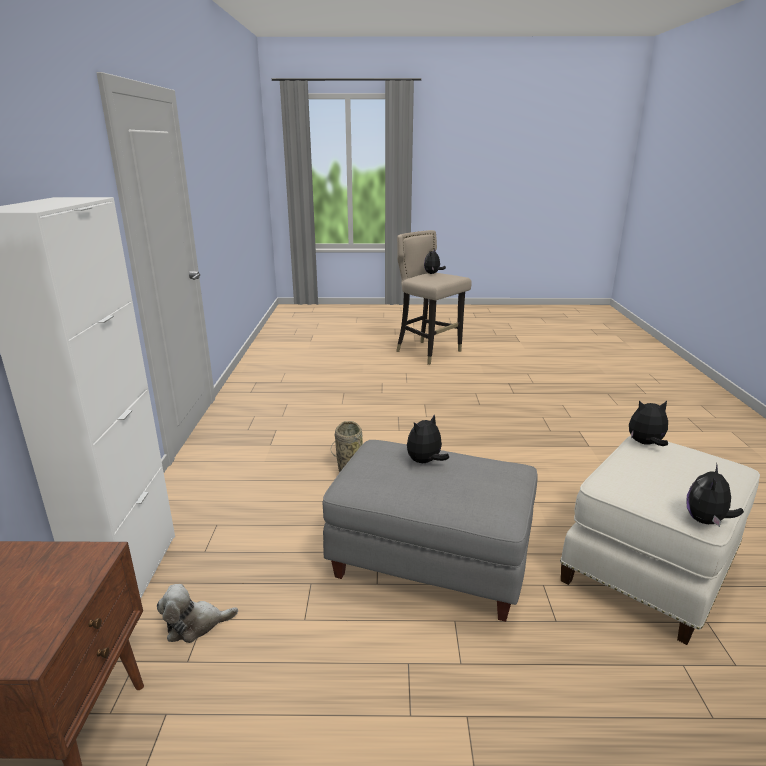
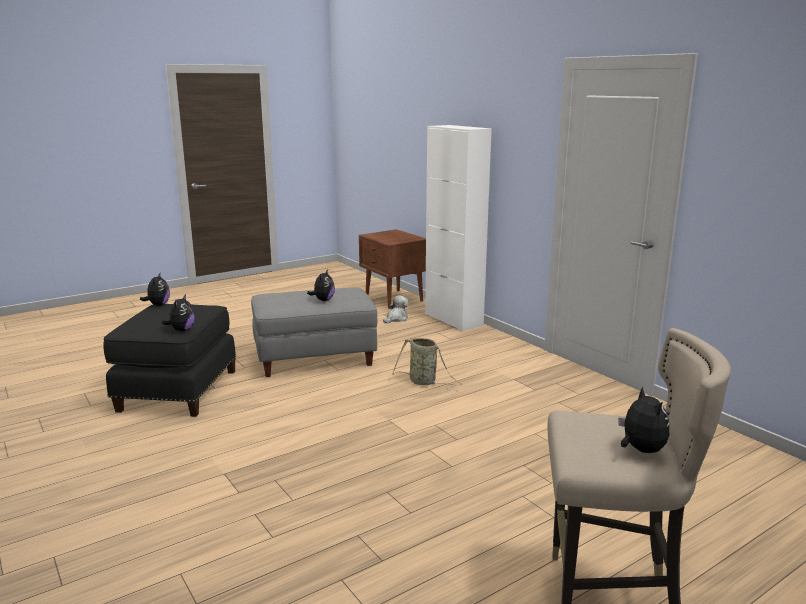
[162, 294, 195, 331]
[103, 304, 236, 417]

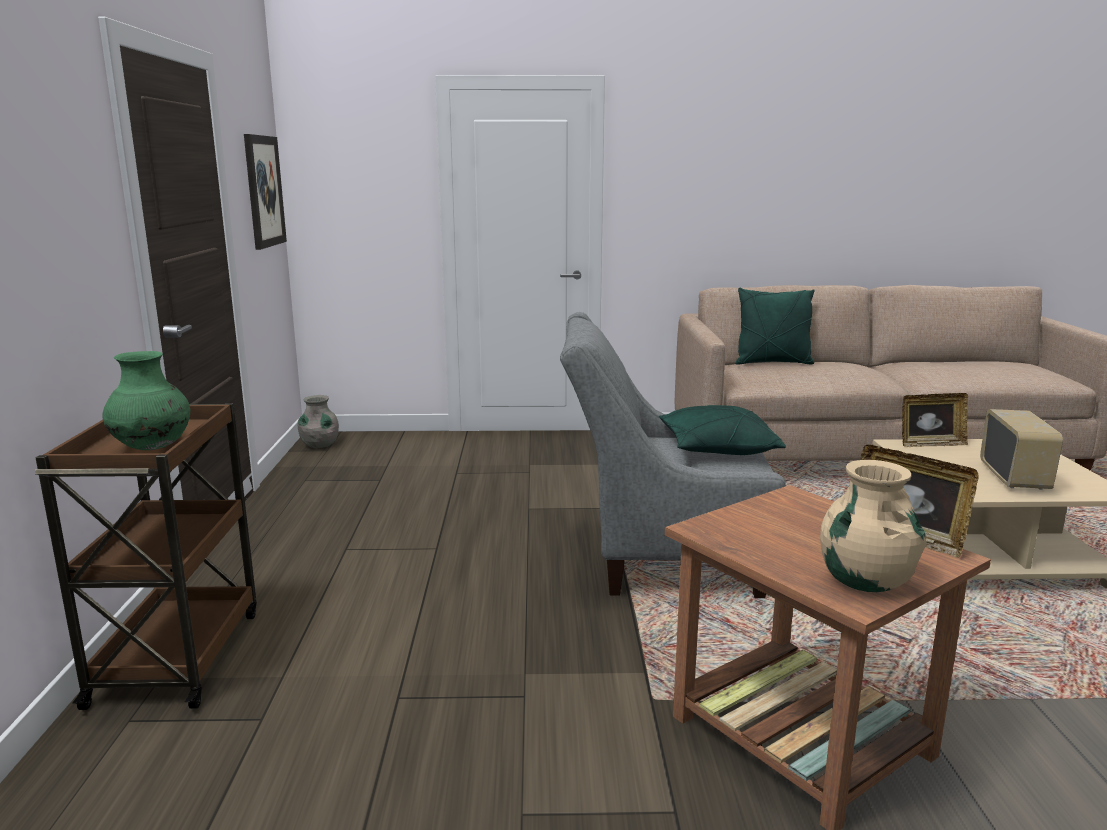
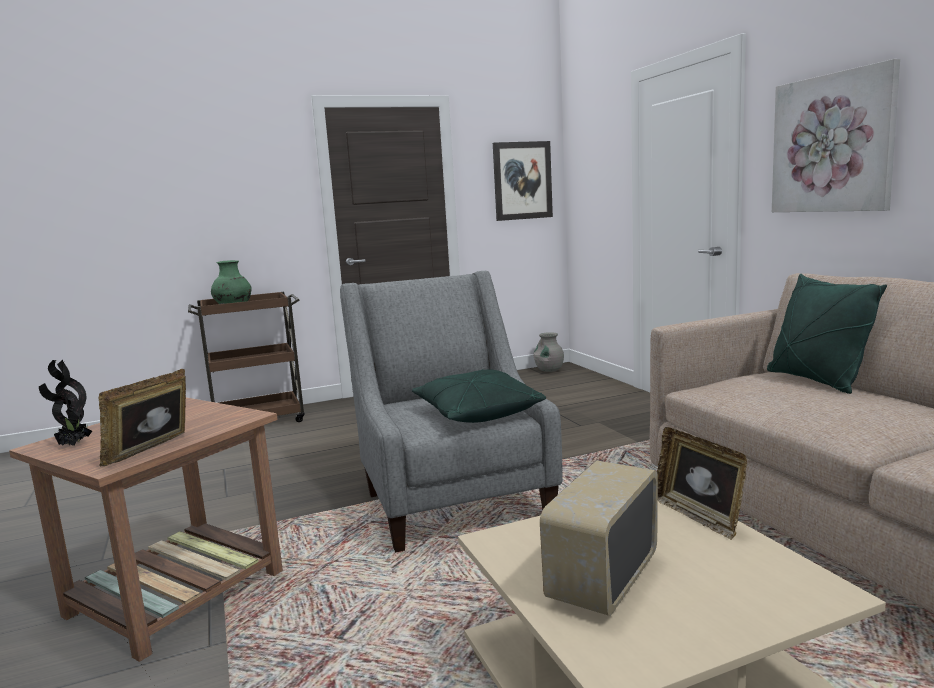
[540, 461, 658, 616]
[39, 360, 93, 446]
[772, 59, 900, 212]

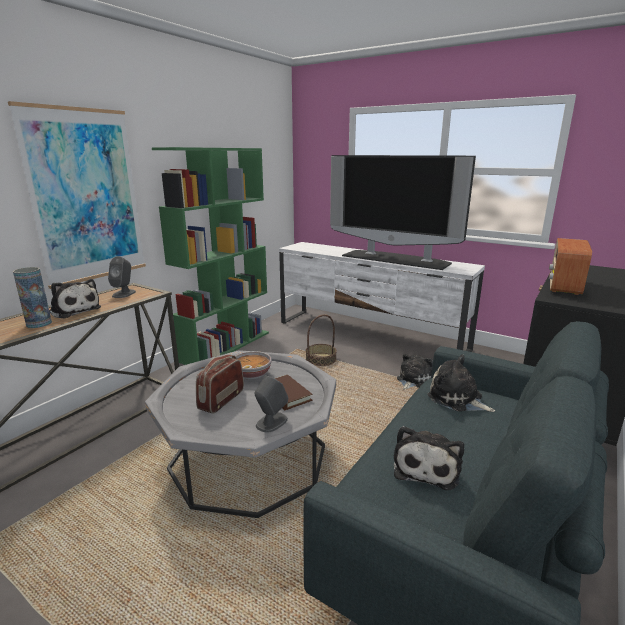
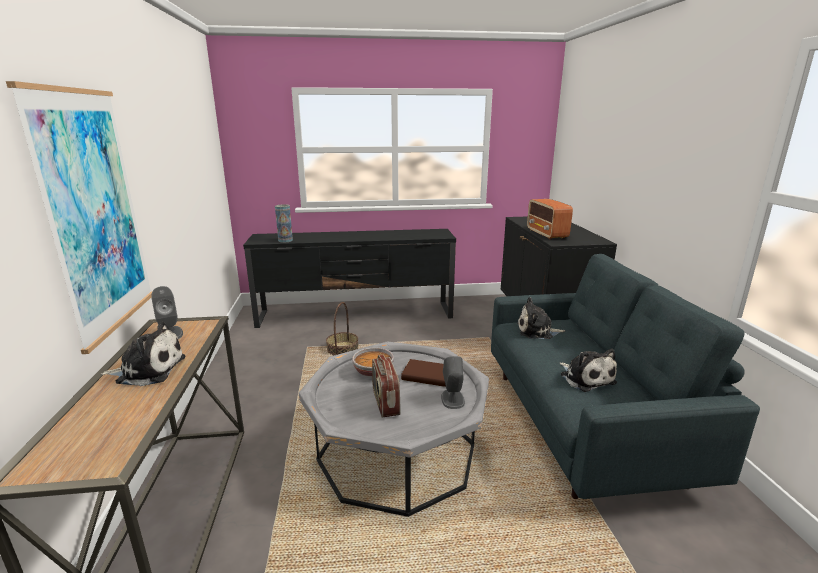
[152, 147, 269, 365] (first image)
[330, 155, 476, 270] (first image)
[243, 229, 456, 328]
[275, 204, 293, 243]
[397, 354, 433, 390] (first image)

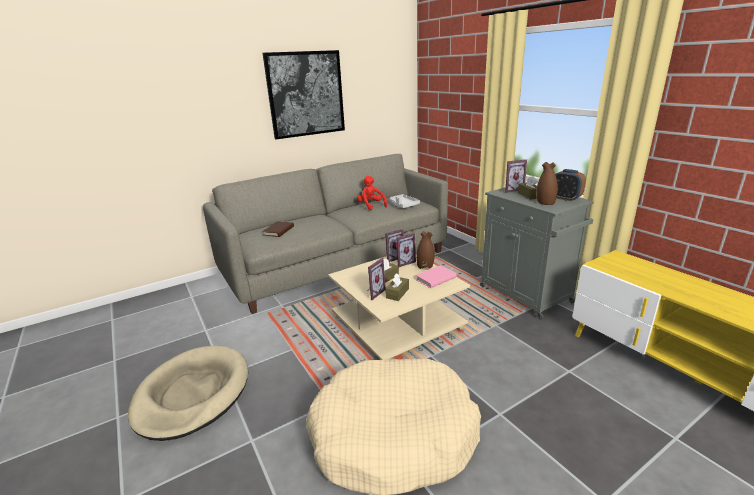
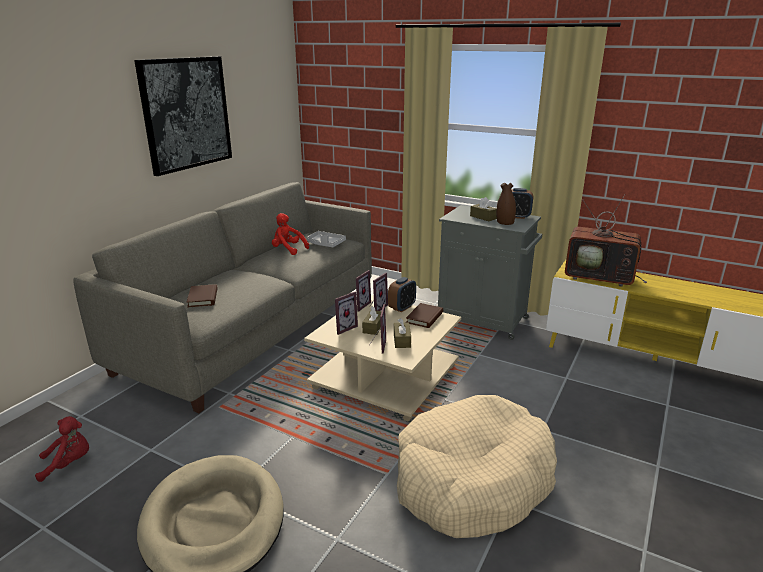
[335, 291, 358, 335]
[388, 277, 416, 312]
[406, 303, 443, 328]
[565, 194, 647, 287]
[35, 416, 89, 482]

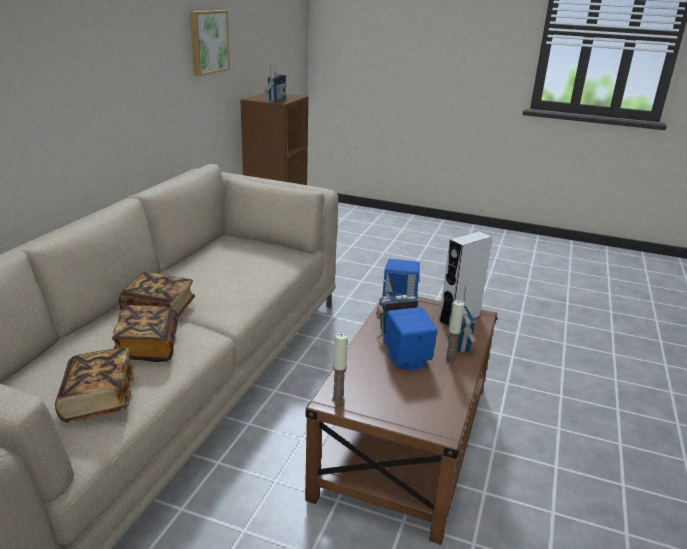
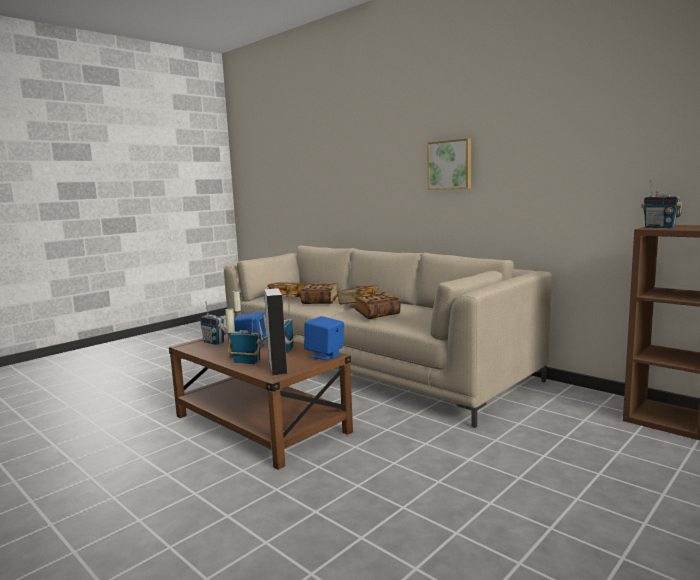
[427, 138, 471, 190]
[354, 292, 401, 319]
[200, 301, 227, 345]

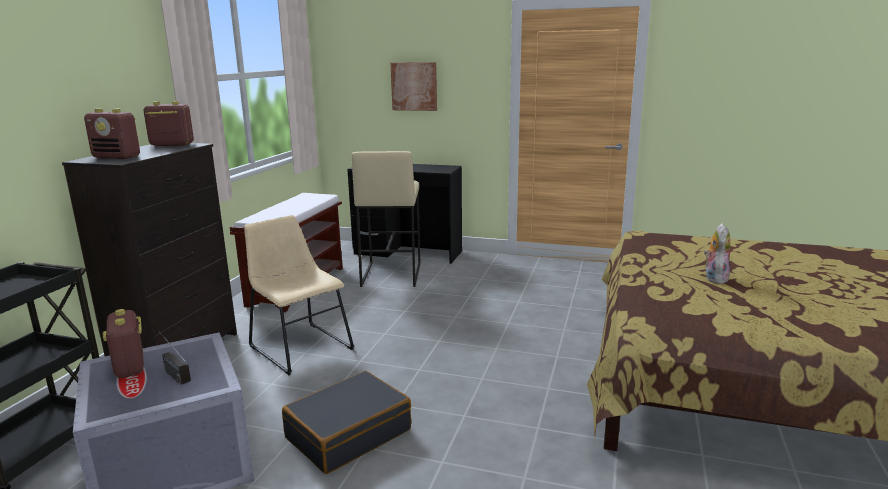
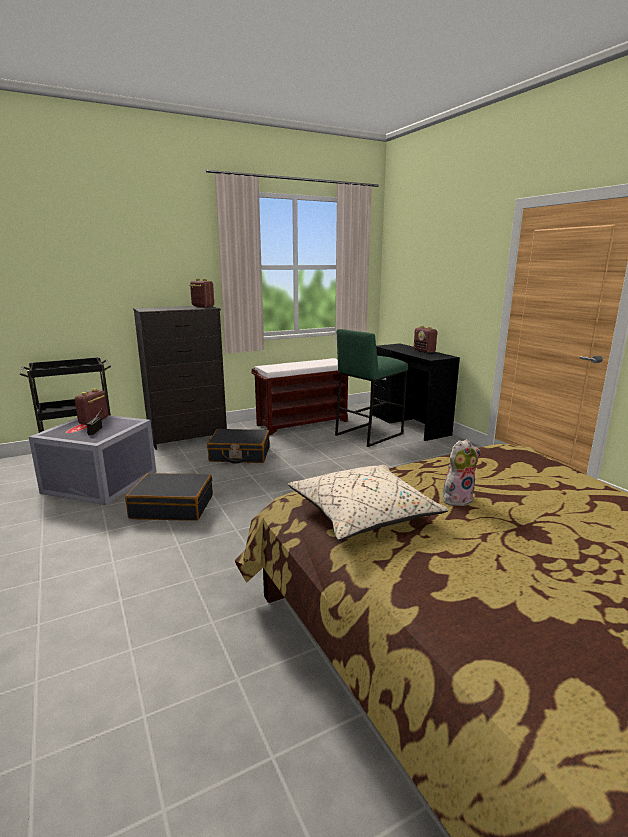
[391, 62, 437, 111] (first image)
[414, 326, 438, 353]
[335, 329, 408, 447]
[207, 429, 270, 464]
[288, 465, 449, 540]

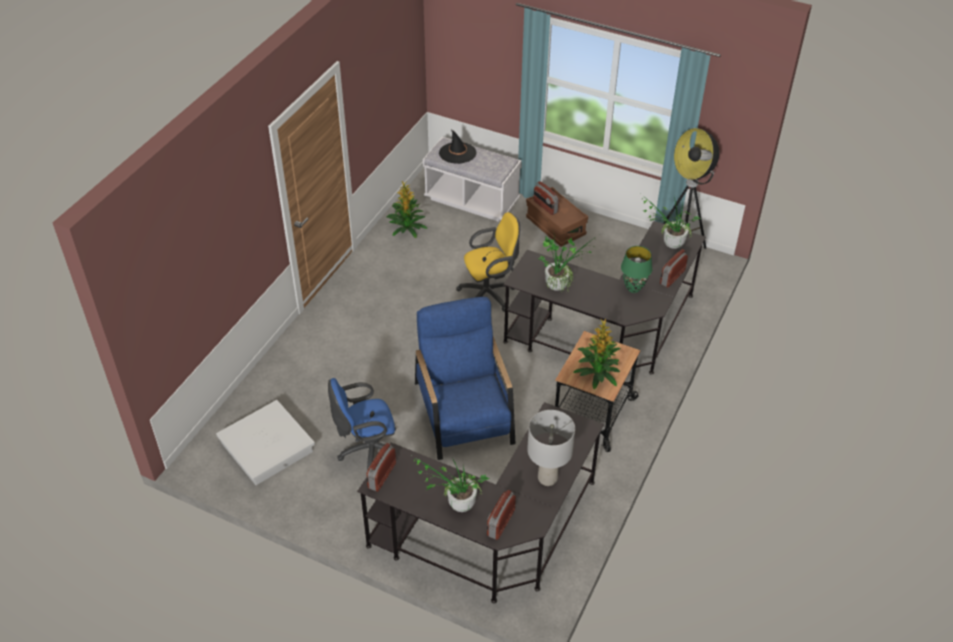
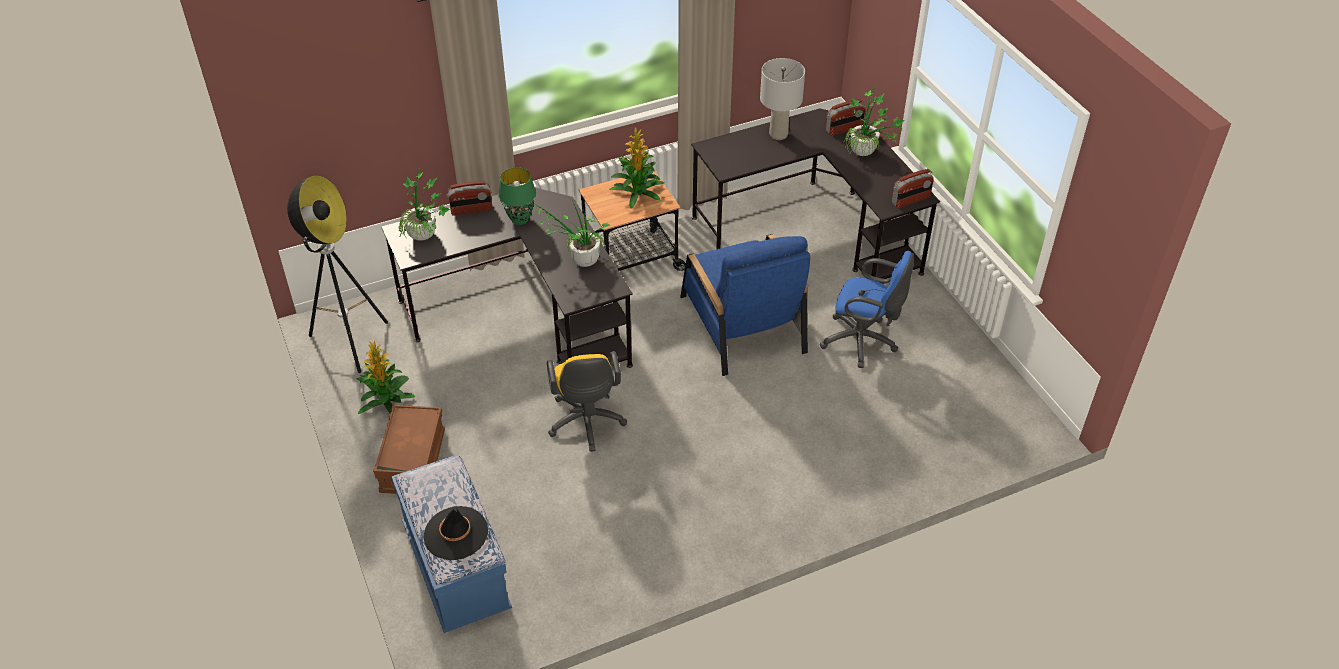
[391, 454, 512, 633]
[357, 341, 416, 414]
[534, 181, 559, 215] (first image)
[547, 351, 627, 452]
[680, 234, 810, 376]
[216, 400, 315, 485] (first image)

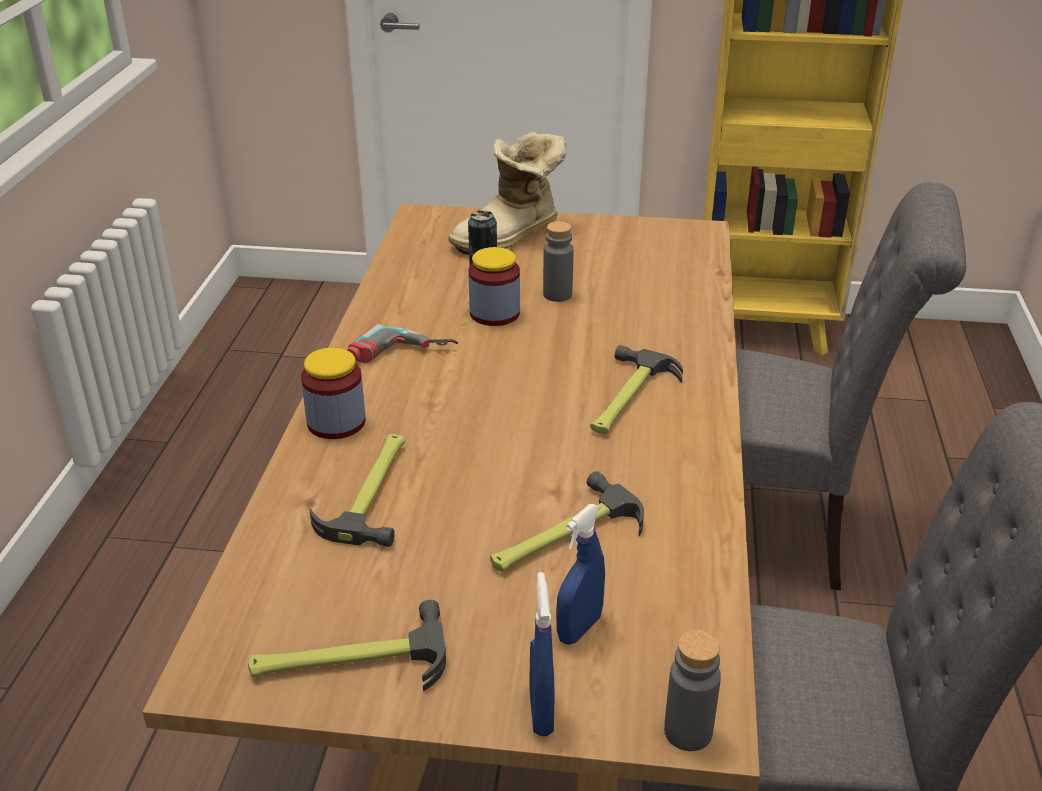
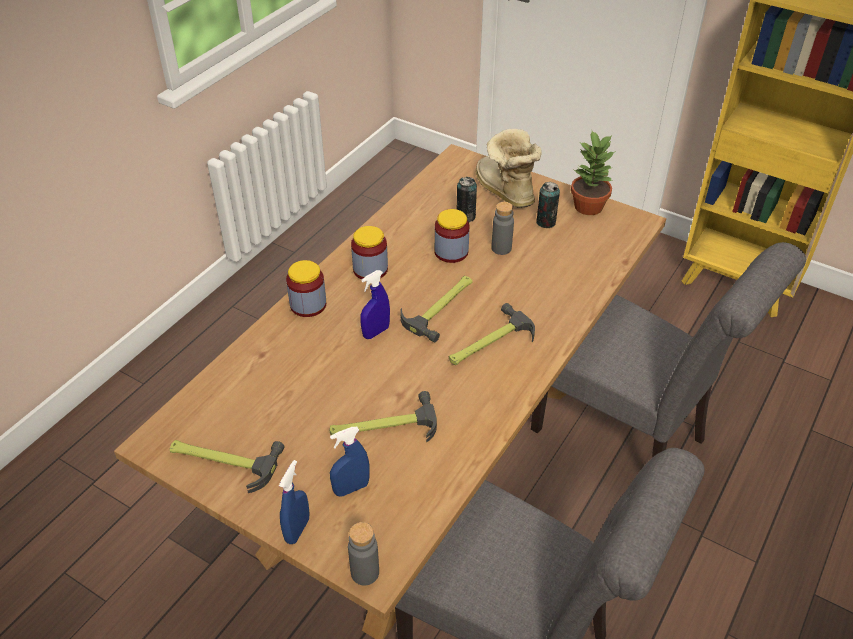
[476, 129, 542, 208]
[351, 226, 388, 279]
[400, 276, 473, 342]
[571, 131, 616, 215]
[536, 182, 560, 228]
[360, 270, 390, 339]

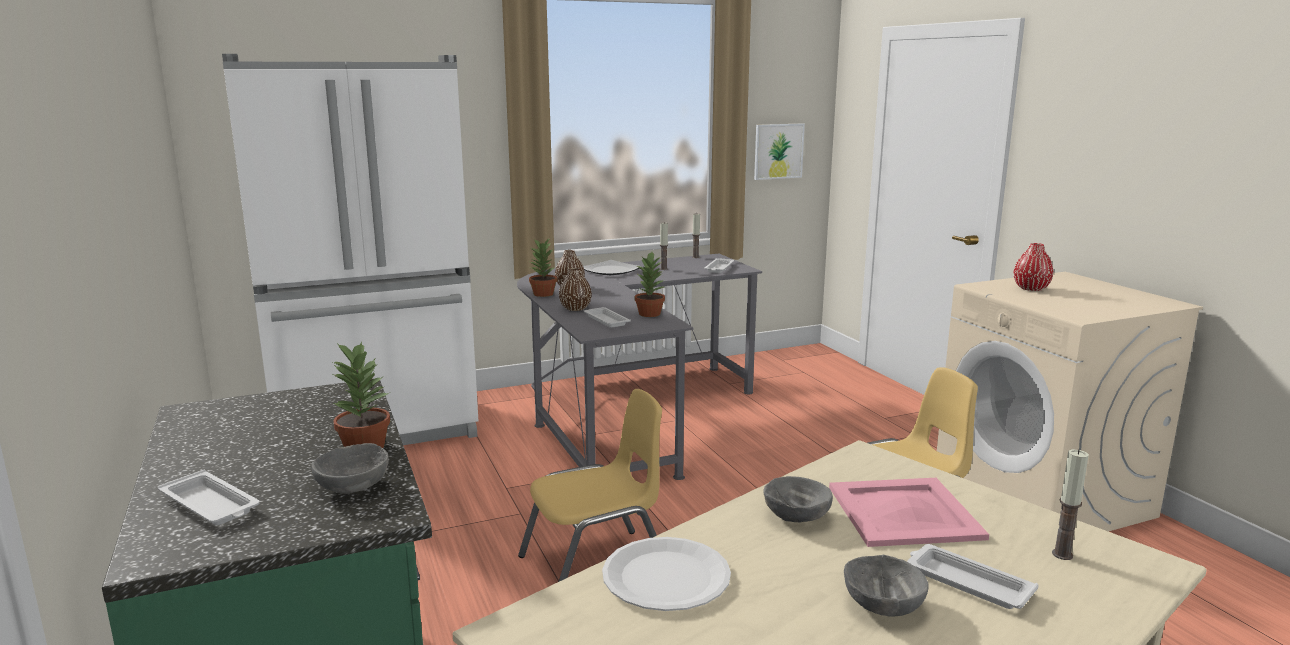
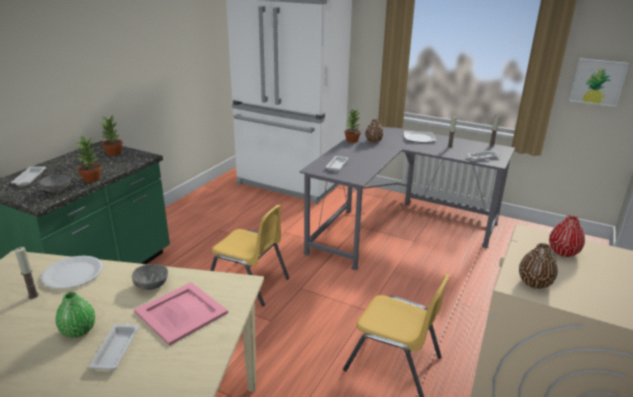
[99, 115, 123, 156]
[519, 243, 558, 289]
[15, 247, 39, 299]
[56, 292, 95, 338]

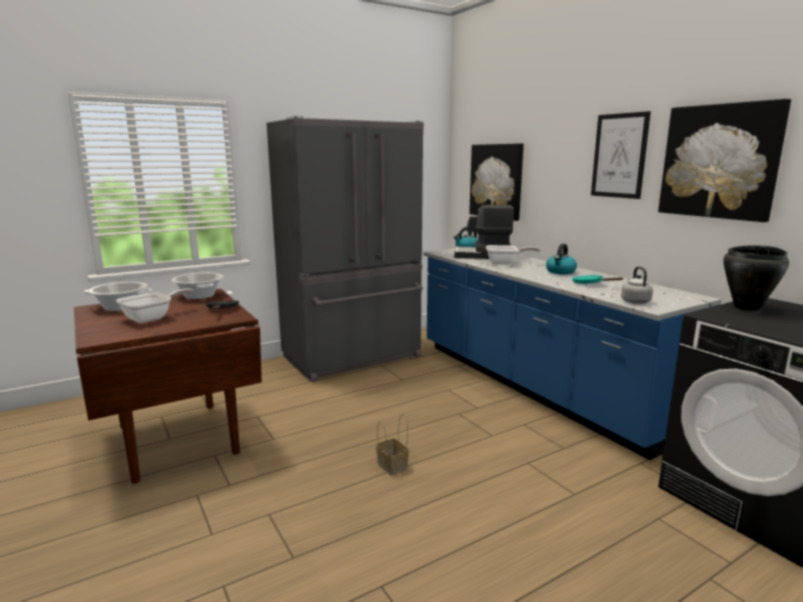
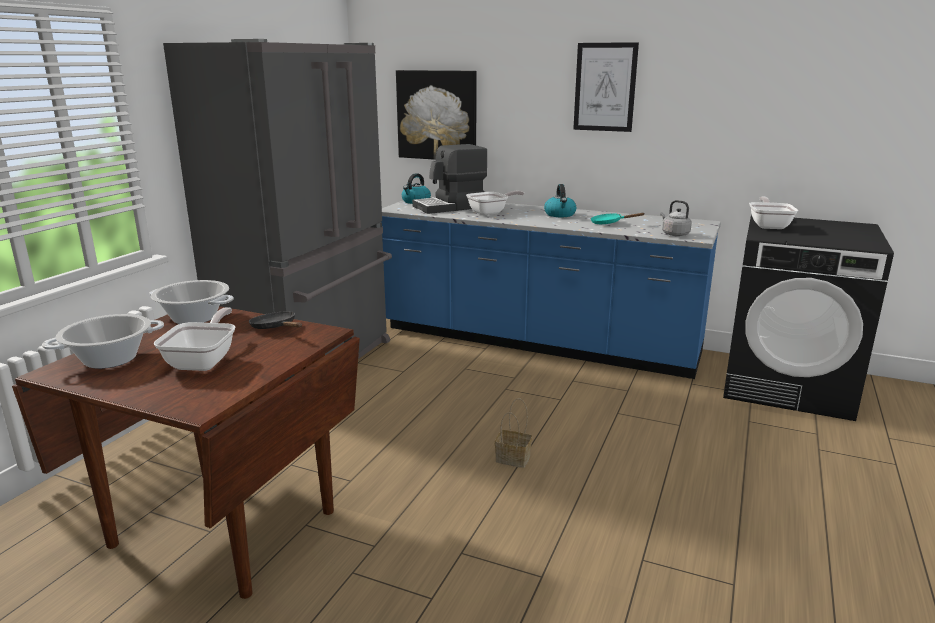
[658, 99, 791, 222] (first image)
[749, 197, 798, 229]

